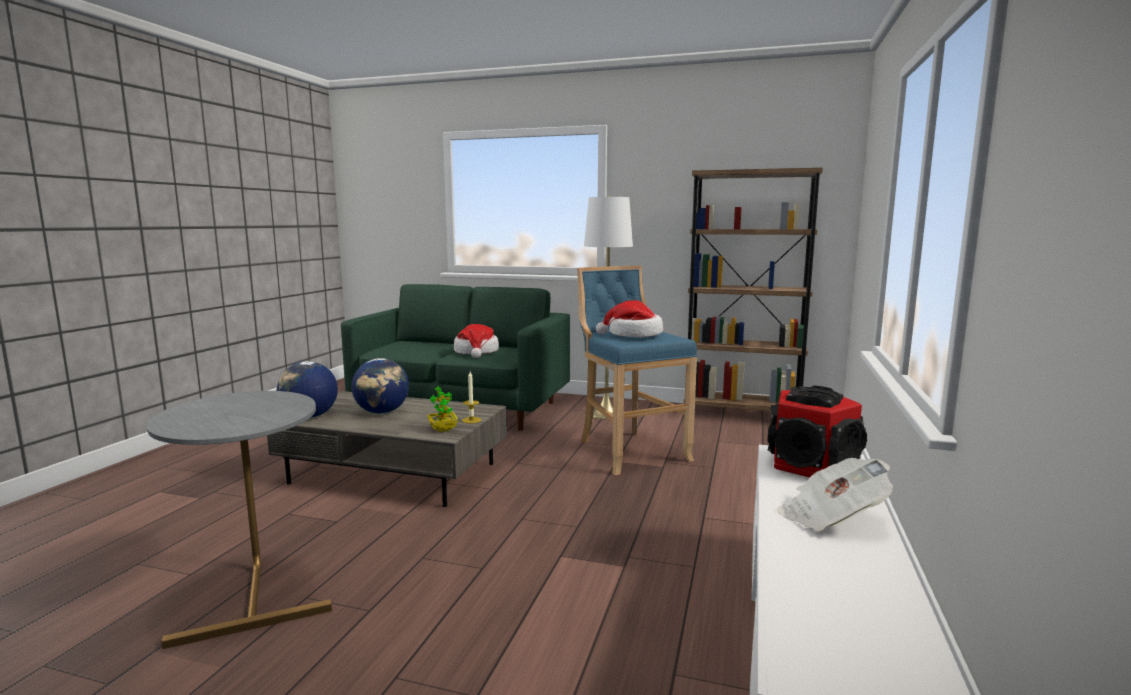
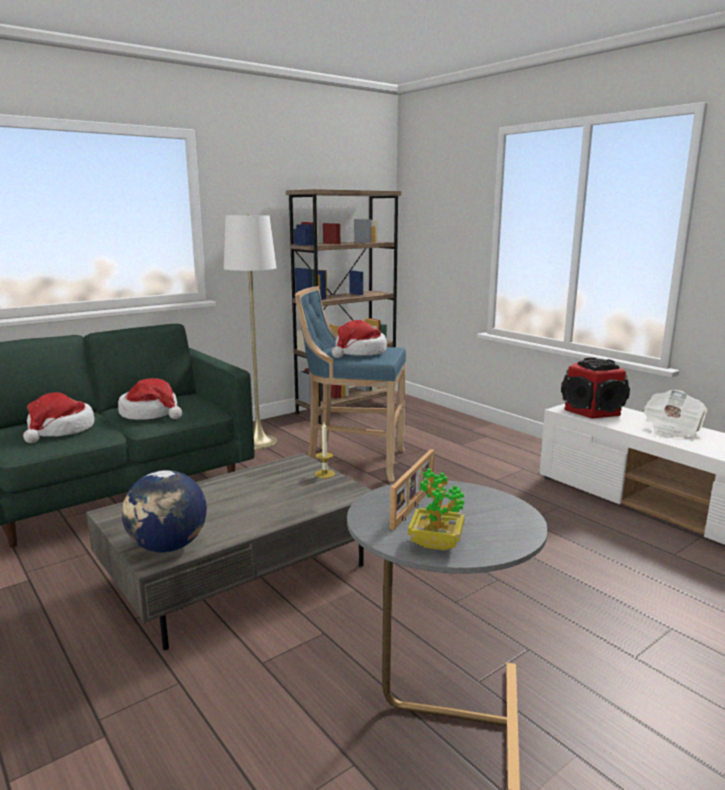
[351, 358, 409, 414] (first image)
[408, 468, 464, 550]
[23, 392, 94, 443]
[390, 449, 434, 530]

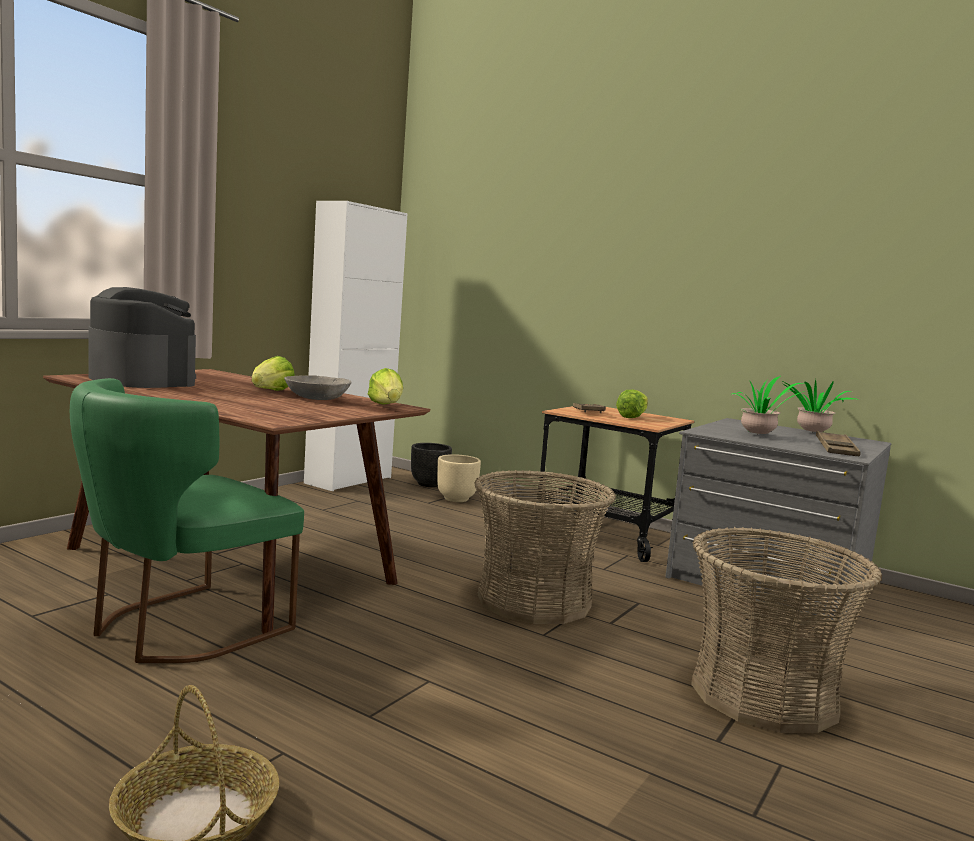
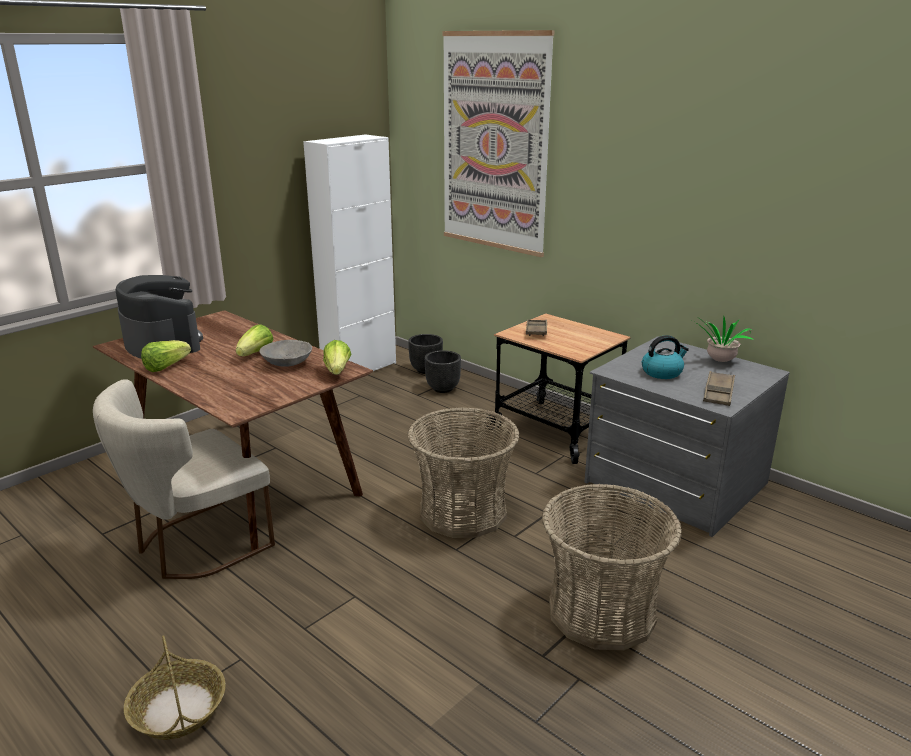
[642, 335, 689, 379]
[93, 380, 275, 579]
[141, 340, 191, 372]
[425, 350, 461, 393]
[442, 30, 555, 257]

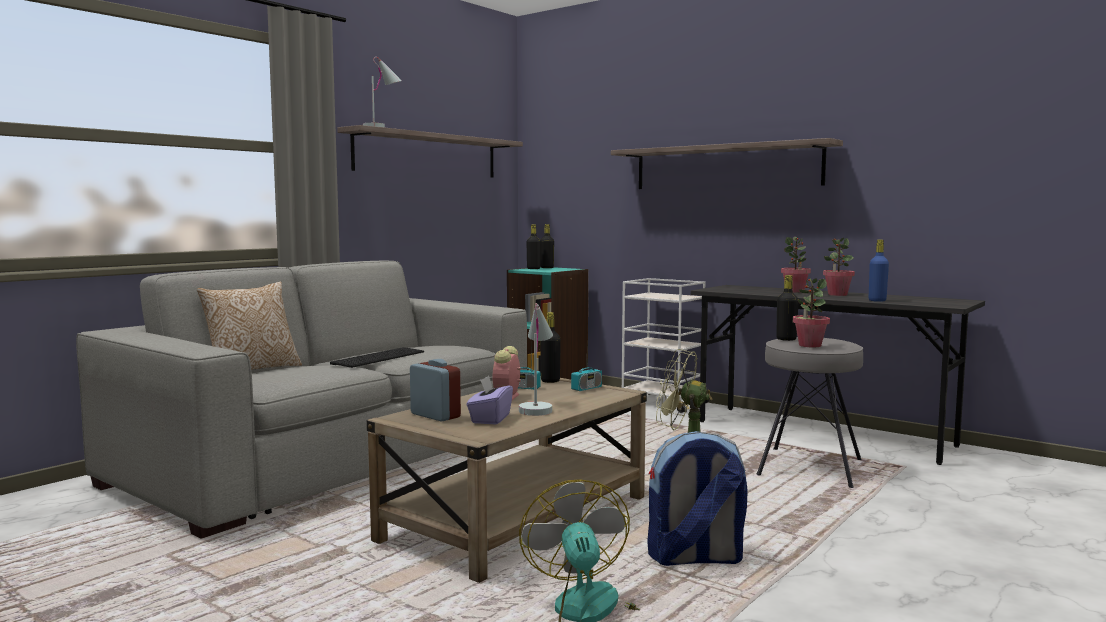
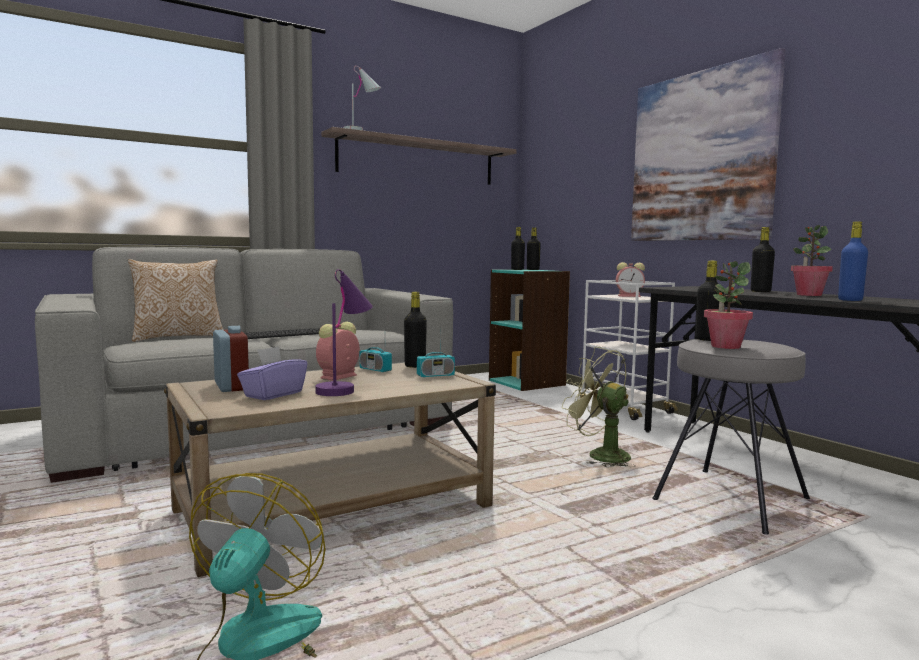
[631, 48, 785, 241]
[751, 227, 775, 292]
[315, 269, 373, 396]
[647, 431, 748, 566] (first image)
[616, 262, 645, 297]

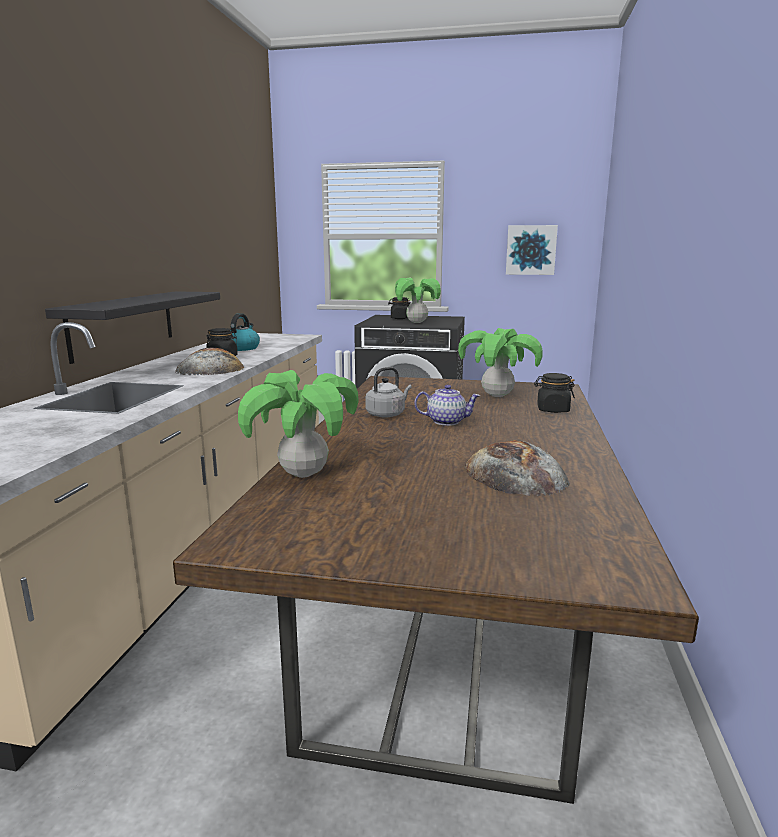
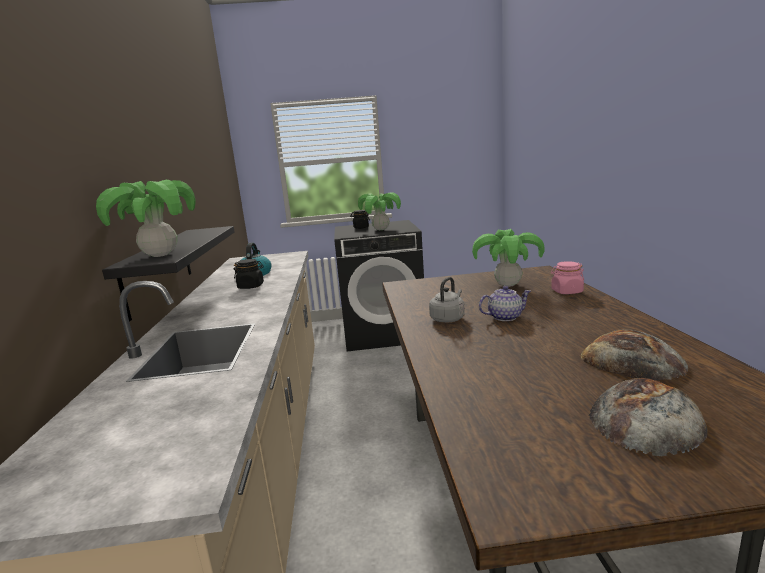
[506, 225, 558, 275] (first image)
[589, 378, 708, 456]
[96, 180, 196, 257]
[551, 261, 584, 294]

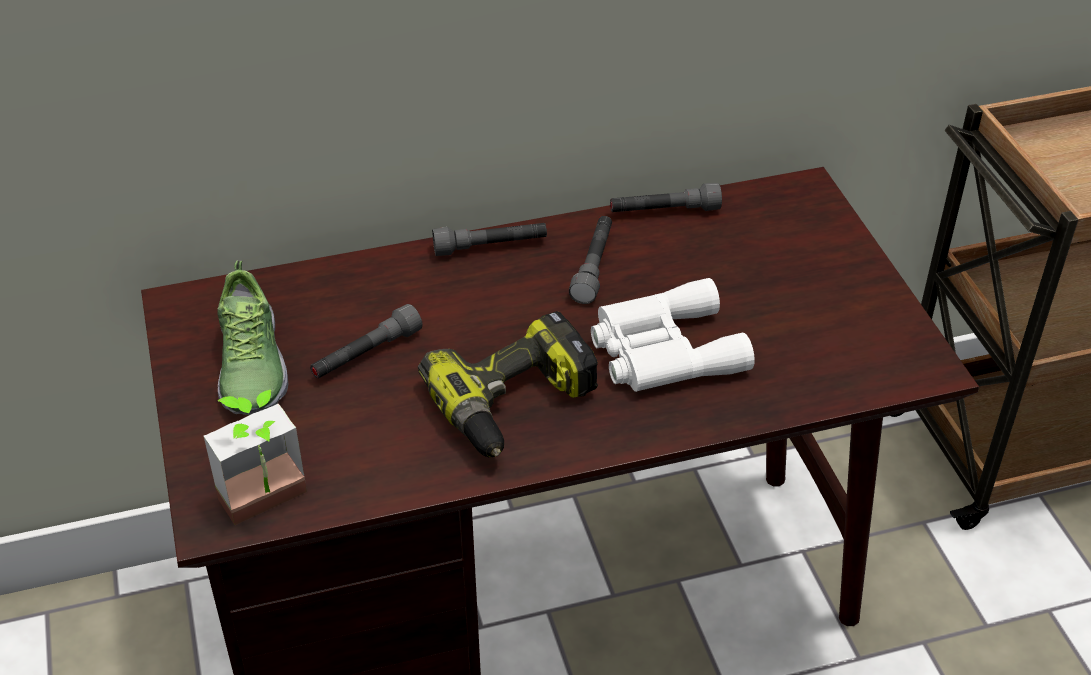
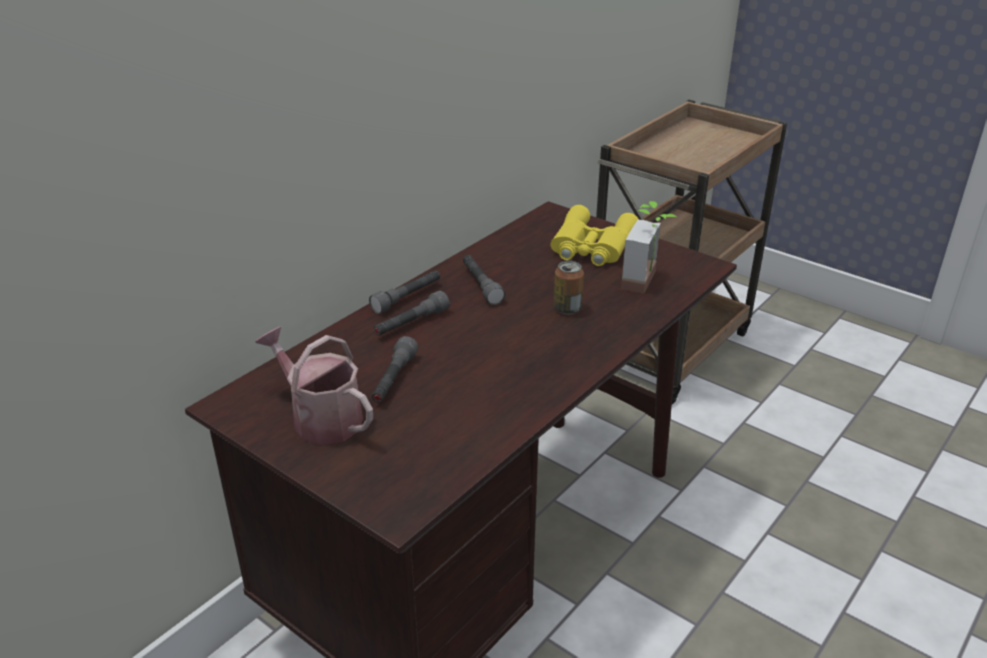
[374, 291, 450, 336]
[256, 327, 373, 445]
[553, 260, 584, 315]
[418, 311, 598, 457] (first image)
[621, 201, 678, 294]
[551, 205, 639, 266]

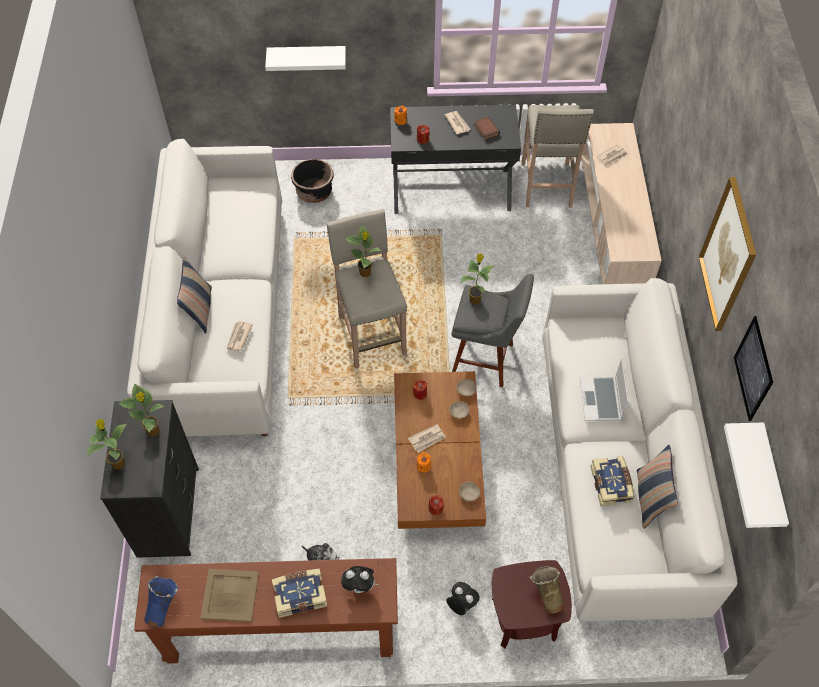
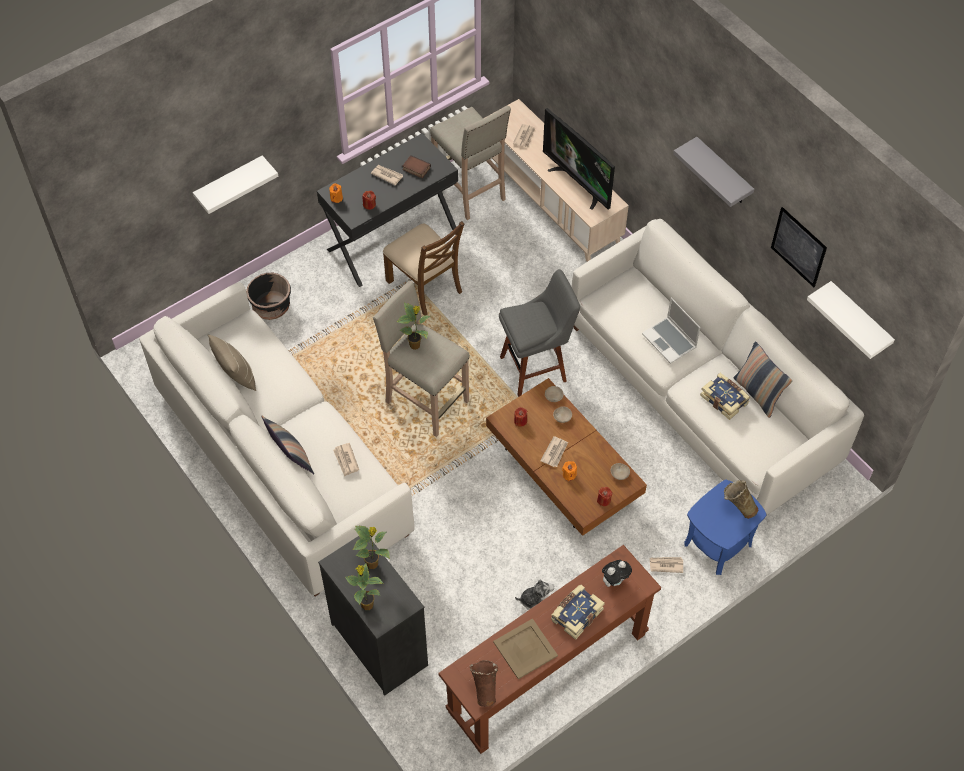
[673, 137, 754, 207]
[460, 253, 494, 305] (first image)
[685, 480, 767, 575]
[470, 660, 498, 707]
[649, 557, 683, 573]
[543, 108, 615, 210]
[383, 221, 464, 316]
[208, 334, 256, 391]

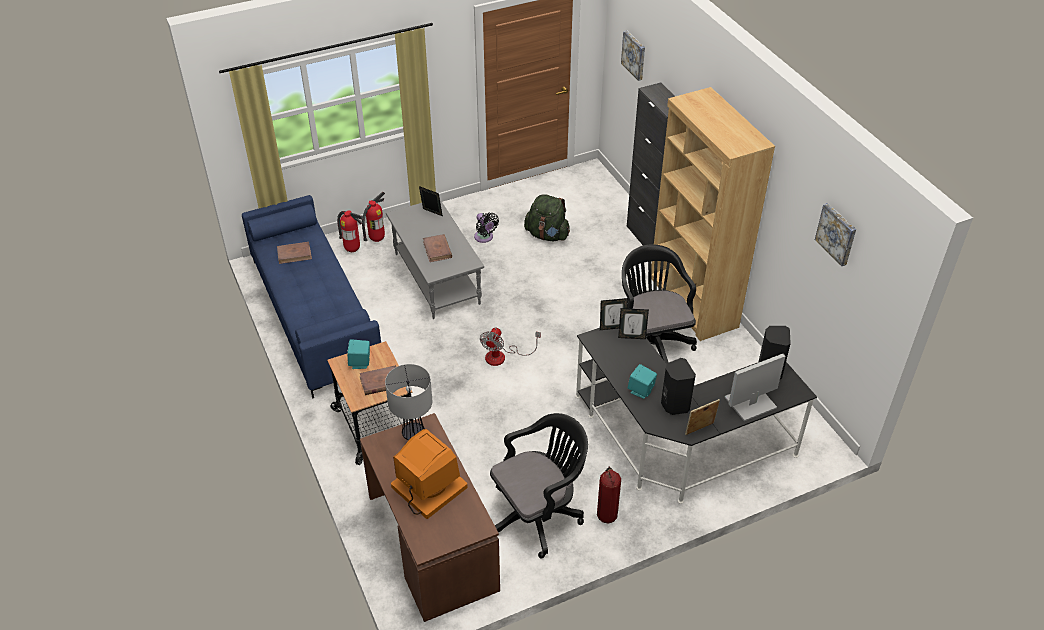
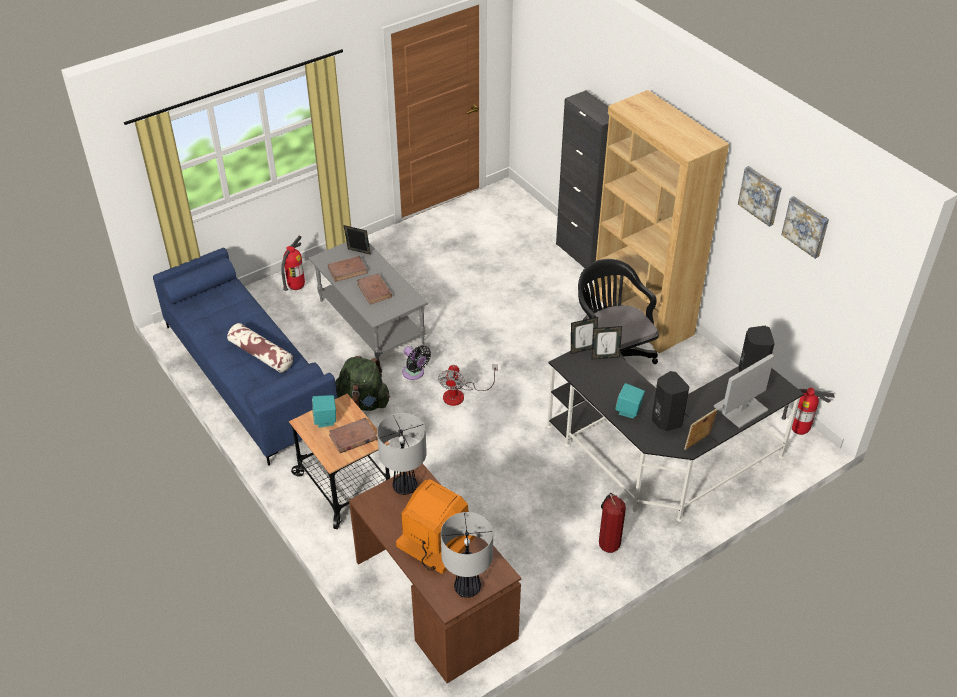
[738, 166, 782, 227]
[335, 356, 390, 411]
[782, 388, 835, 435]
[402, 345, 431, 380]
[328, 256, 368, 282]
[490, 413, 588, 558] (first image)
[227, 323, 293, 373]
[441, 512, 493, 598]

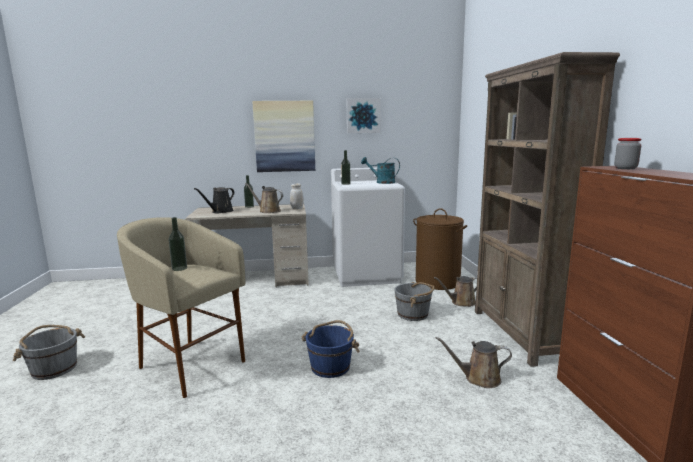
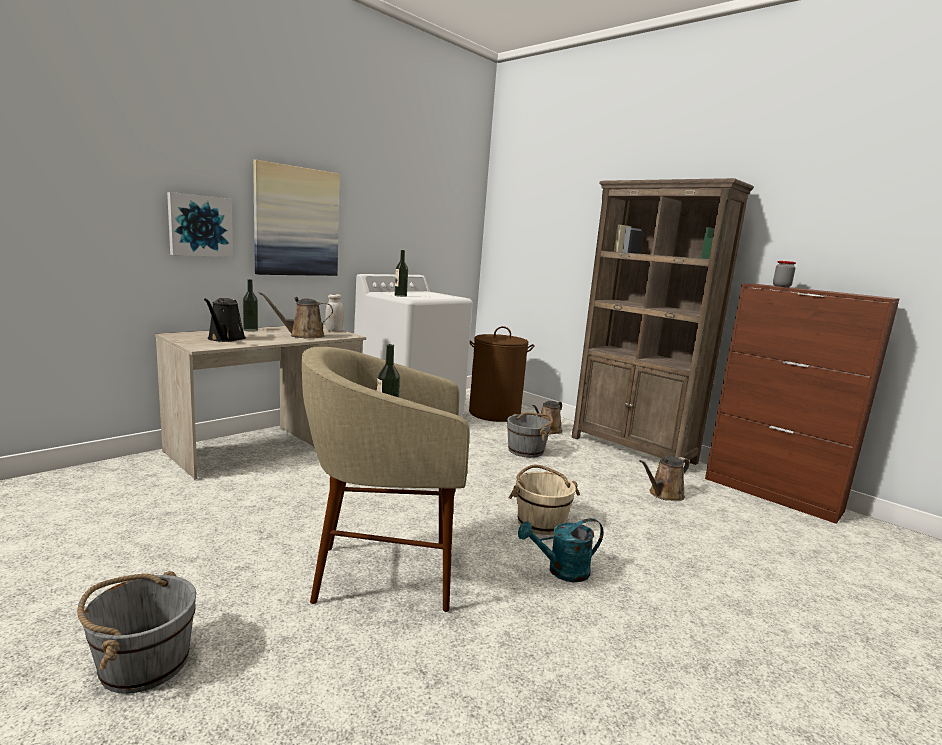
[167, 192, 233, 257]
[518, 518, 603, 582]
[508, 465, 580, 535]

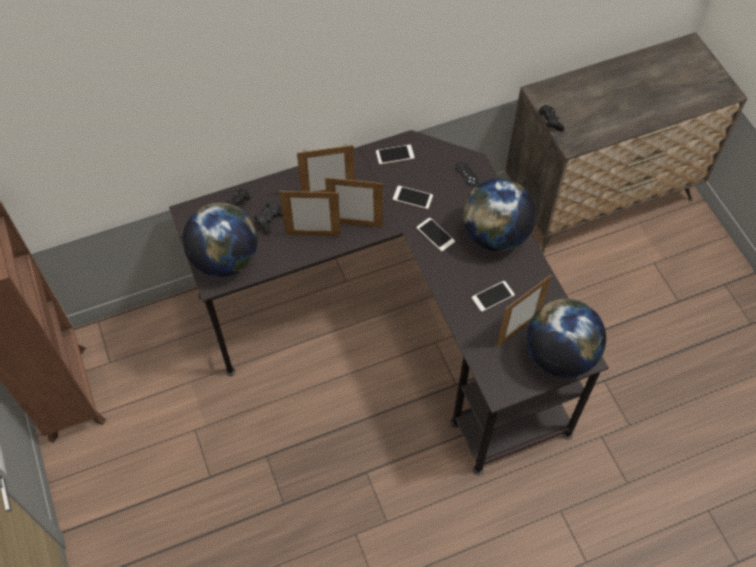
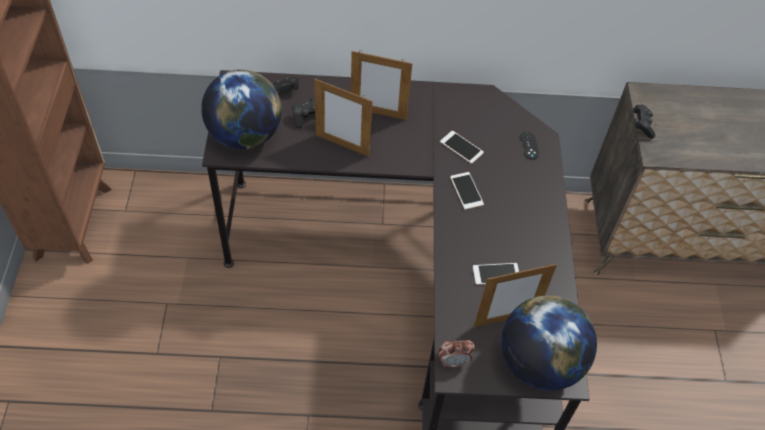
[376, 145, 415, 164] (first image)
[325, 176, 383, 228] (first image)
[463, 178, 536, 251] (first image)
[439, 340, 475, 367]

